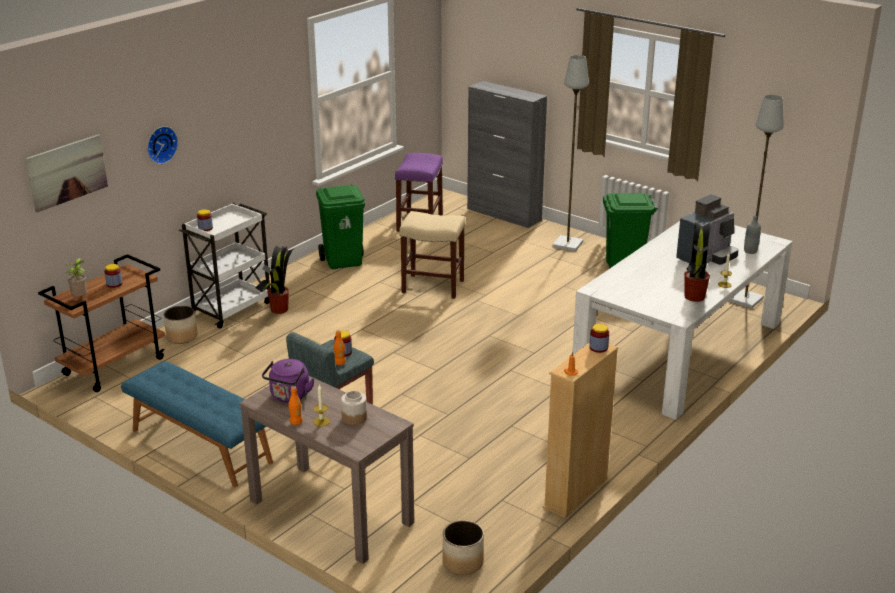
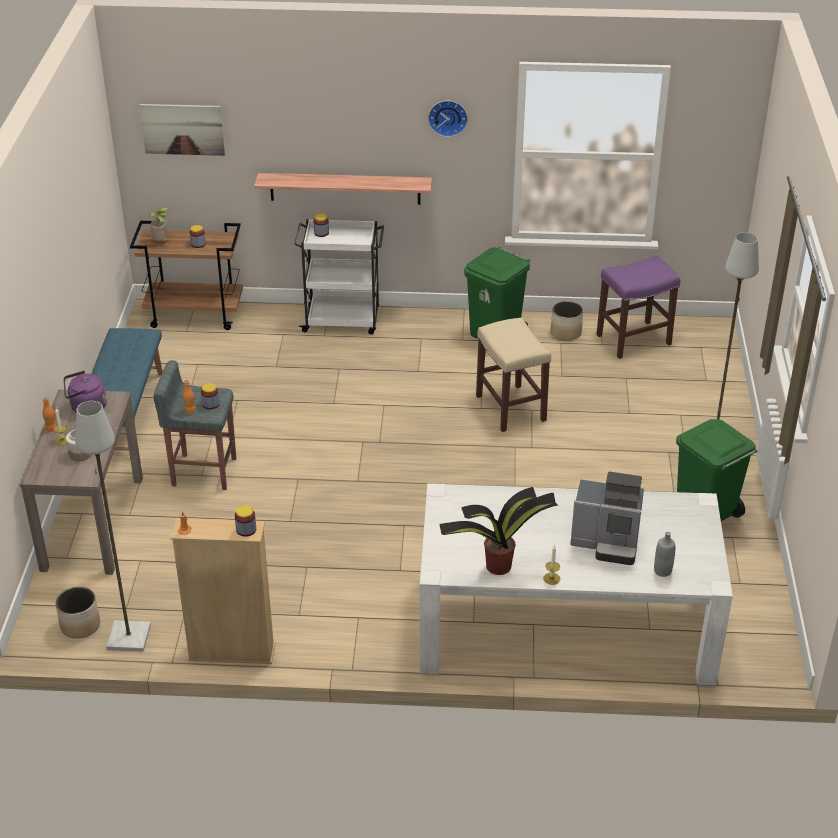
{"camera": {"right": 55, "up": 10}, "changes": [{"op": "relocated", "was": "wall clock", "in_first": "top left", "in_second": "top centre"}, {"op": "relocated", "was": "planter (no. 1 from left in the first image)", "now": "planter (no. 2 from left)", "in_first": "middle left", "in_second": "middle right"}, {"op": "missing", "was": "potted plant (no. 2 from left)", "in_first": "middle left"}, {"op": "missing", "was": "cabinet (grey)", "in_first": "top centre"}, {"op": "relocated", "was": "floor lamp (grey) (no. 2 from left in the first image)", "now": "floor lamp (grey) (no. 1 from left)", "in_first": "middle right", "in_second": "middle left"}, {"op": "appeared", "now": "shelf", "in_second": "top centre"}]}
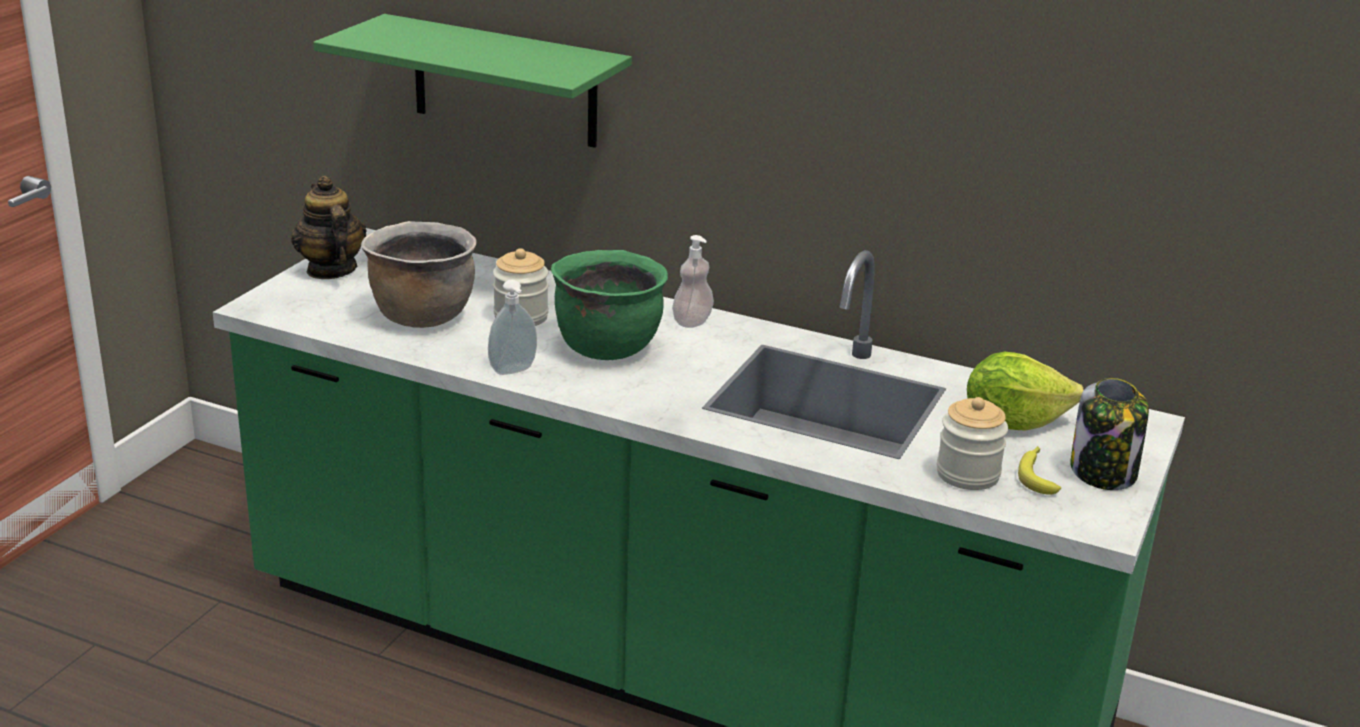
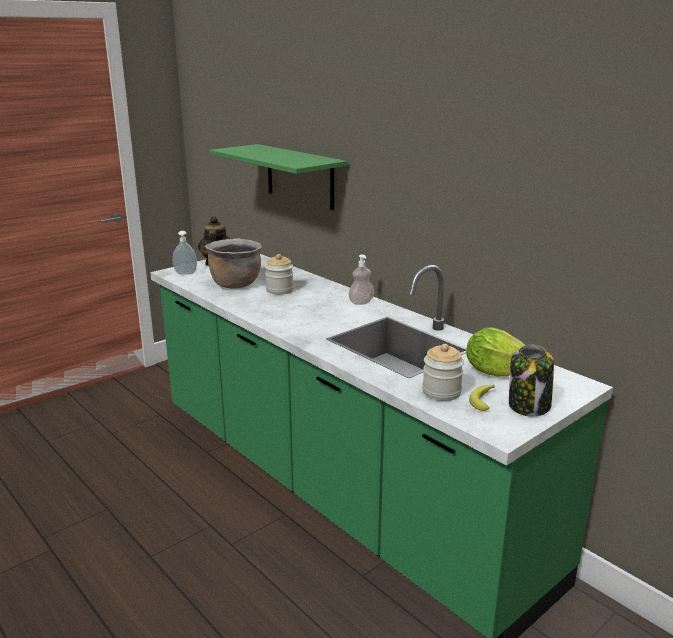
{"camera": {"right": 25, "up": -5}, "changes": [{"op": "relocated", "was": "soap dispenser (no. 1 from left)", "in_first": "centre", "in_second": "middle left"}, {"op": "missing", "was": "cooking pot (green)", "in_first": "centre"}]}
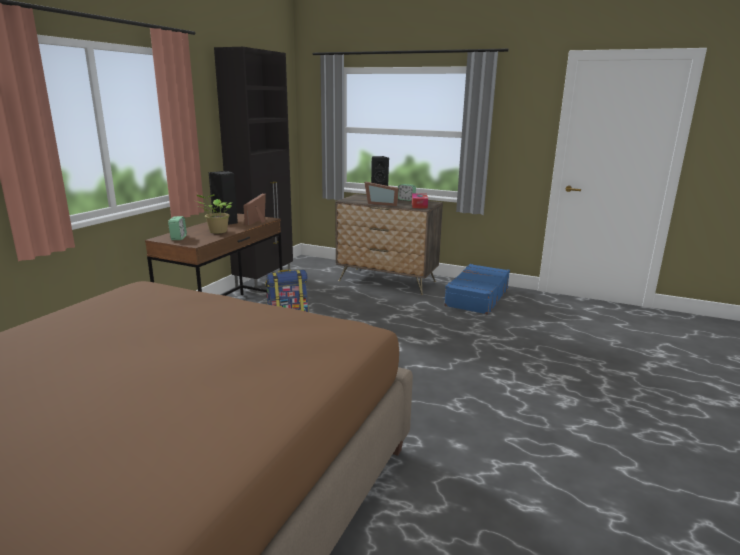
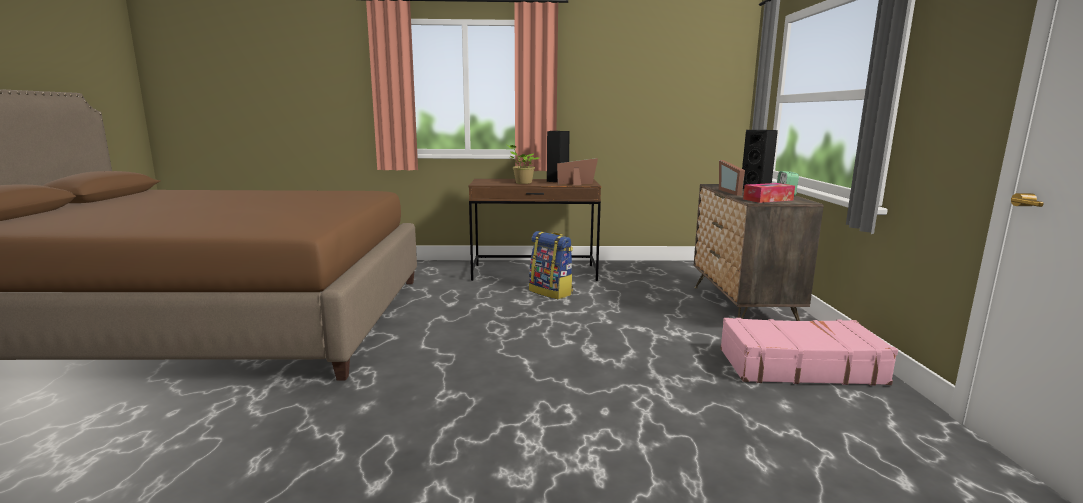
{"camera": {"right": 65, "up": -5}, "changes": [{"op": "missing", "was": "alarm clock (no. 1 from left)", "in_first": "middle left"}, {"op": "missing", "was": "cabinet (black)", "in_first": "top centre"}, {"op": "colour", "was": "suitcase (blue)", "now": "suitcase (pink)", "in_first": "centre", "in_second": "bottom right"}]}
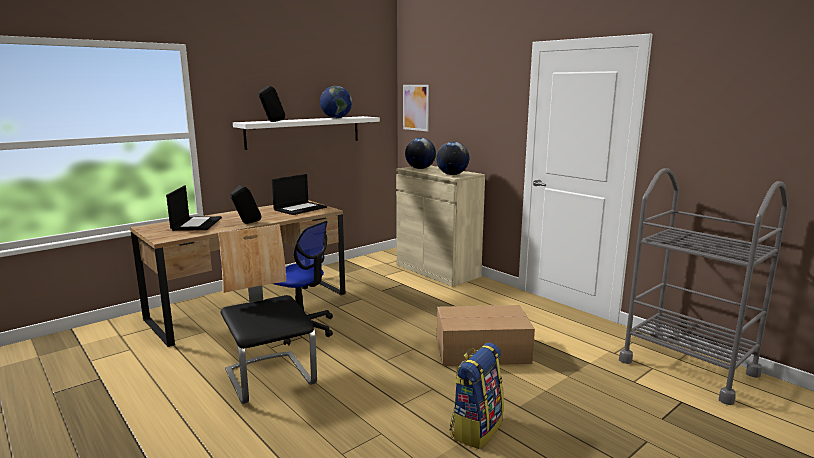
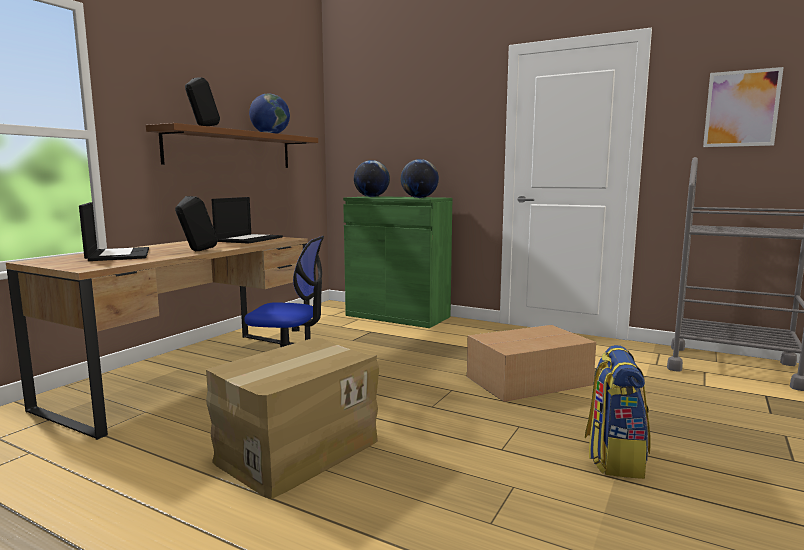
{"camera": {"right": -20, "up": -5}, "changes": [{"op": "exchanged", "was": "chair", "now": "cardboard box (no. 1 from left)", "in_first": "bottom left", "in_second": "bottom centre"}, {"op": "colour", "was": "shelf (white)", "now": "shelf (brown)", "in_first": "top centre", "in_second": "top left"}, {"op": "colour", "was": "cabinet (beige)", "now": "cabinet (green)", "in_first": "centre", "in_second": "centre"}, {"op": "relocated", "was": "picture", "in_first": "top centre", "in_second": "top right"}]}
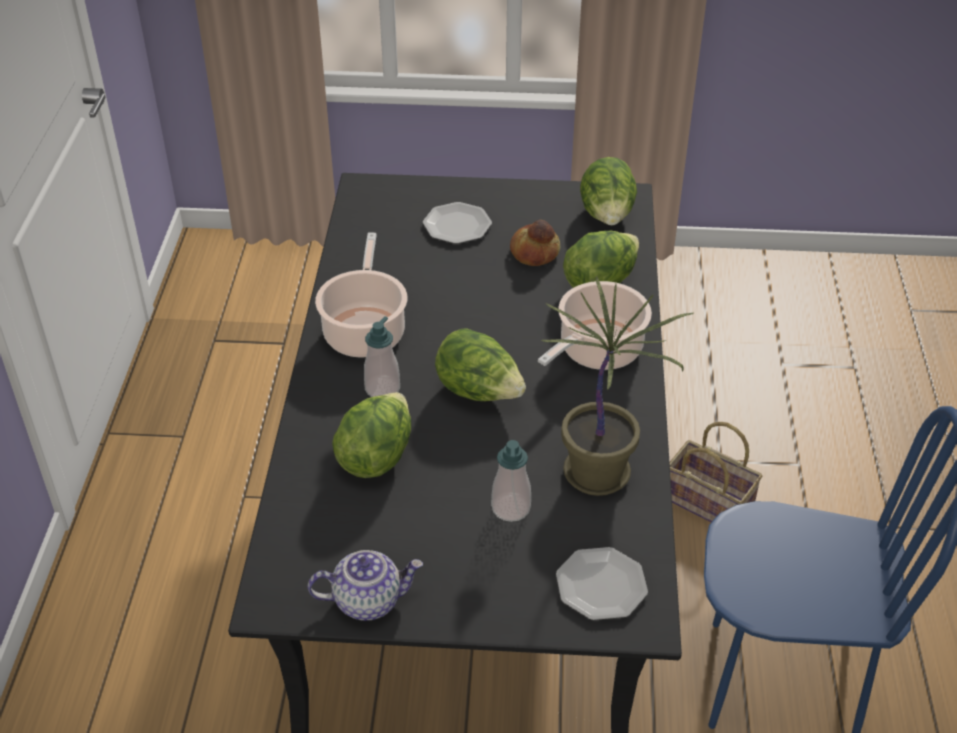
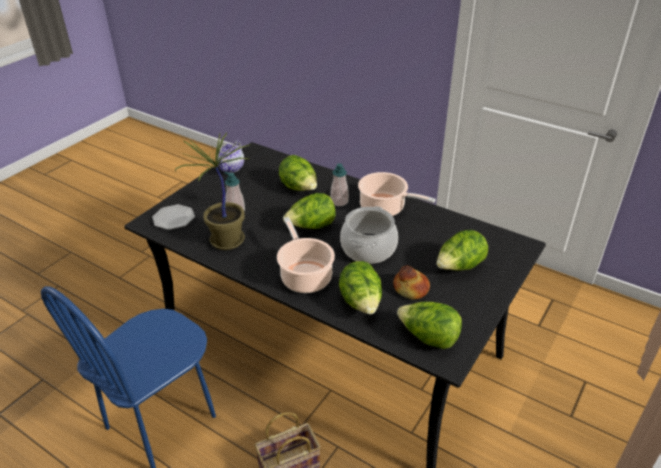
{"camera": {"right": 120, "up": -5}, "changes": [{"op": "exchanged", "was": "plate (no. 1 from left)", "now": "lettuce (no. 5 from left)", "in_first": "top centre", "in_second": "middle right"}, {"op": "appeared", "now": "cooking pot (no. 2 from left)", "in_second": "centre"}]}
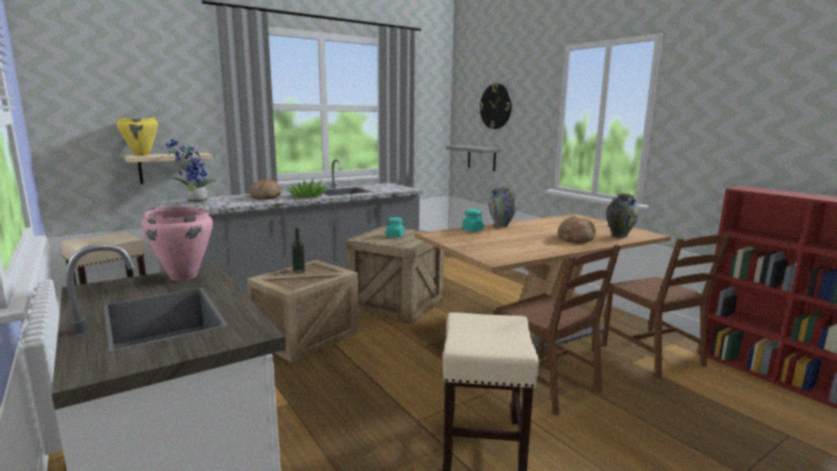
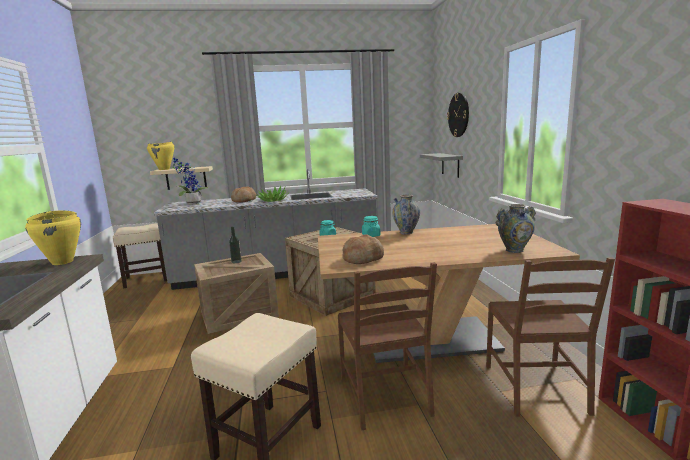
{"camera": {"right": 25, "up": 0}, "changes": [{"op": "colour", "was": "cooking pot (pink)", "now": "cooking pot (yellow) (no. 1 from left)", "in_first": "middle left", "in_second": "middle left"}, {"op": "relocated", "was": "bread (no. 2 from left)", "in_first": "middle right", "in_second": "centre"}]}
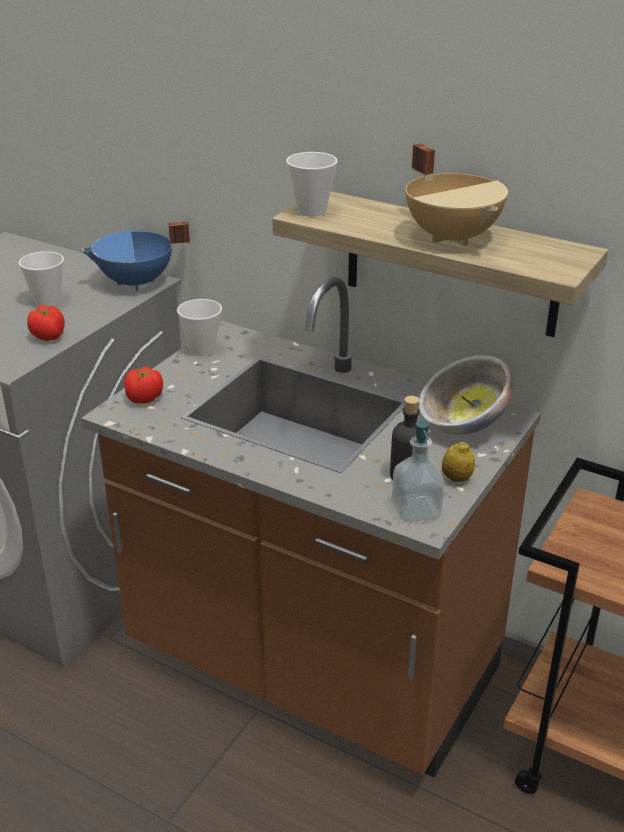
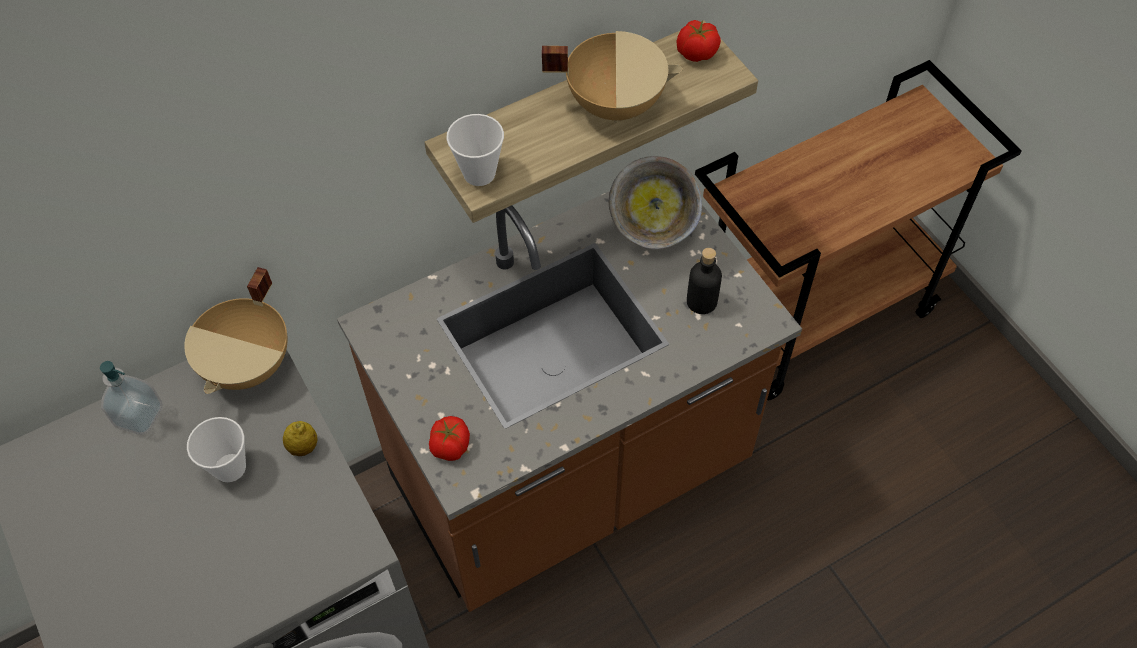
{"camera": {"right": -60, "up": 25}, "changes": [{"op": "relocated", "was": "tomato (no. 1 from left in the first image)", "now": "tomato (no. 2 from left)", "in_first": "middle left", "in_second": "top centre"}, {"op": "colour", "was": "cooking pot (blue)", "now": "cooking pot (beige) (no. 1 from left)", "in_first": "top left", "in_second": "middle left"}, {"op": "missing", "was": "cup (no. 2 from left)", "in_first": "middle left"}, {"op": "relocated", "was": "soap dispenser", "in_first": "middle right", "in_second": "middle left"}, {"op": "relocated", "was": "lemon", "in_first": "middle right", "in_second": "bottom left"}]}
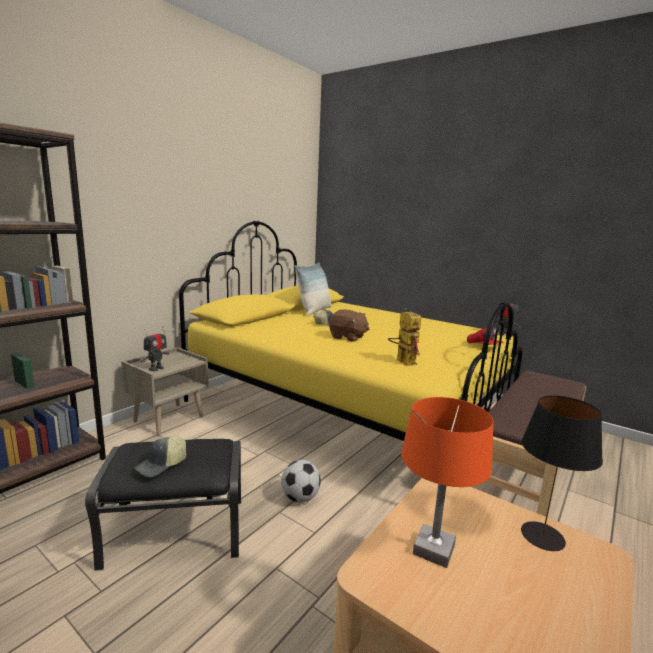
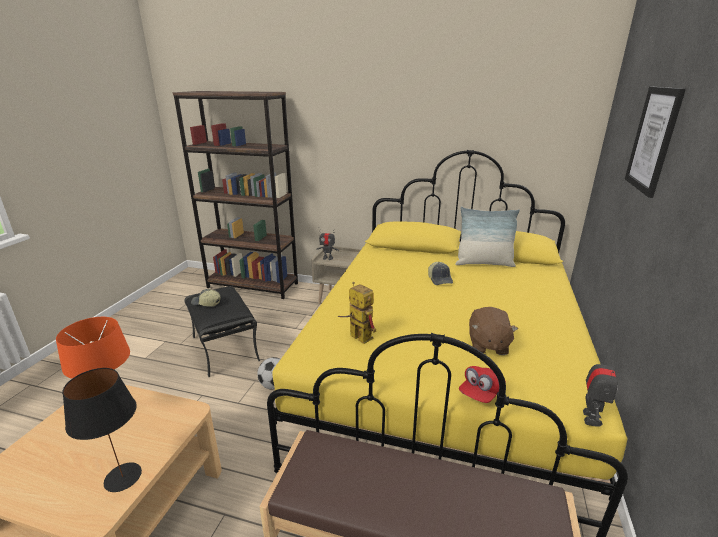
{"camera": {"right": 70, "up": 10}, "changes": [{"op": "relocated", "was": "plush toy (brown)", "in_first": "centre", "in_second": "middle right"}, {"op": "spun", "was": "toy robot (no. 2 from left)", "in_first": "centre", "in_second": "centre", "clockwise": -90}, {"op": "appeared", "now": "picture", "in_second": "top right"}]}
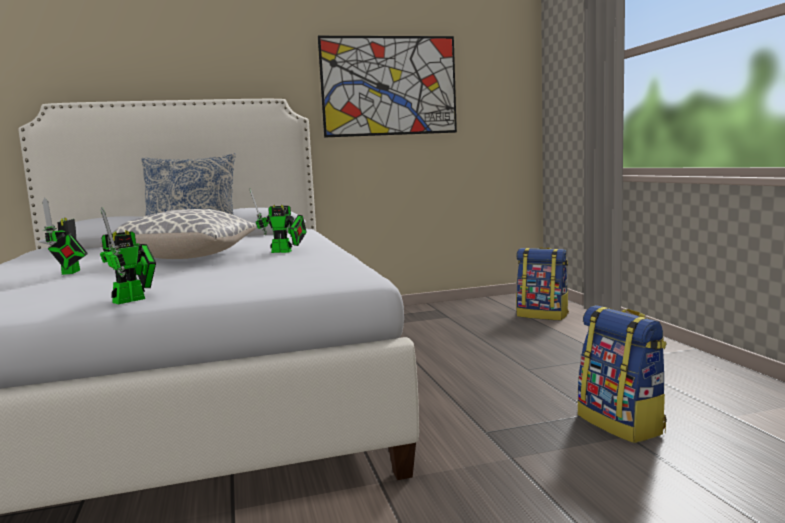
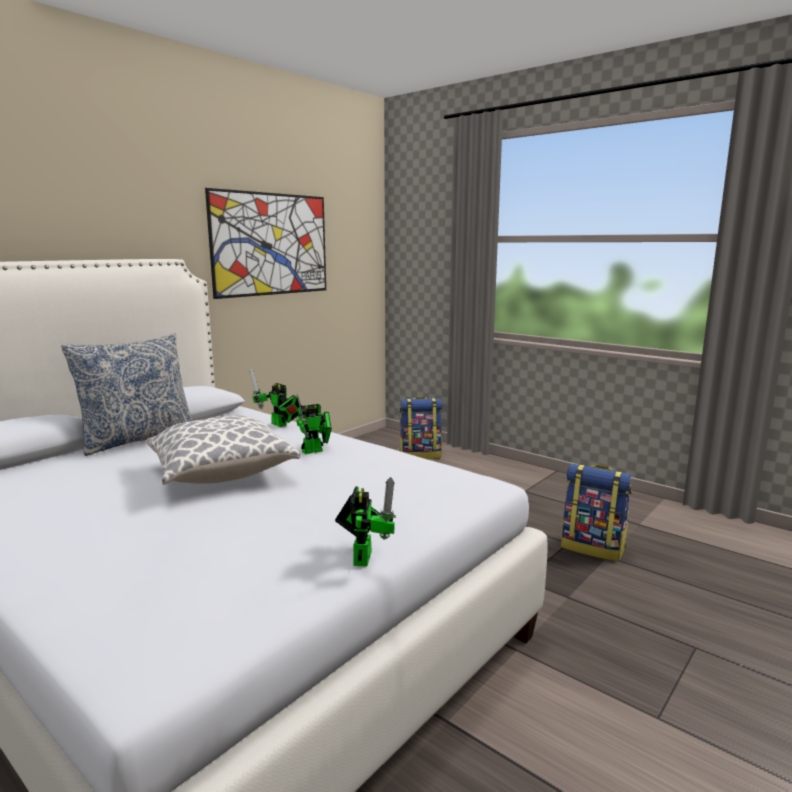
{"camera": {"right": -35, "up": 5}, "changes": [{"op": "relocated", "was": "toy robot (no. 1 from left)", "in_first": "middle left", "in_second": "centre"}]}
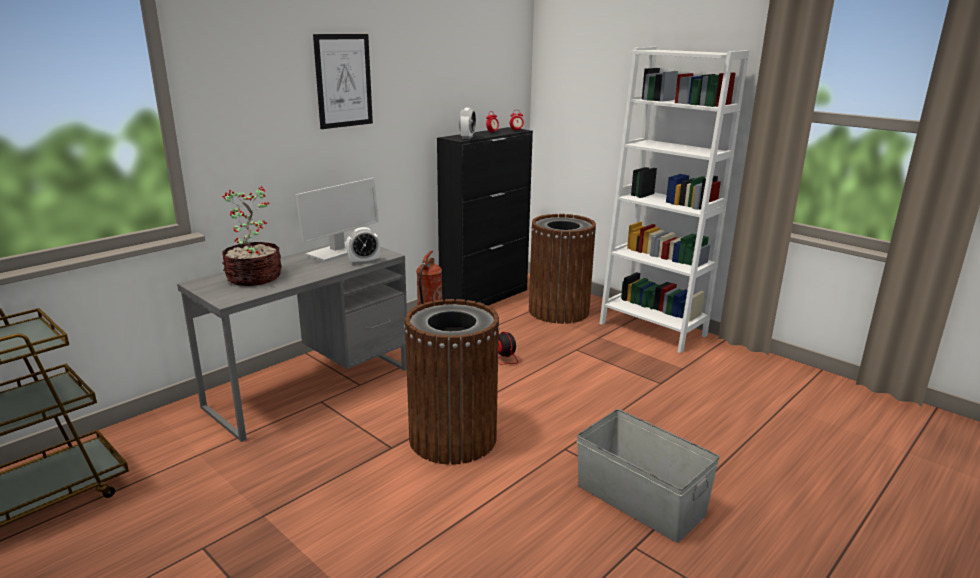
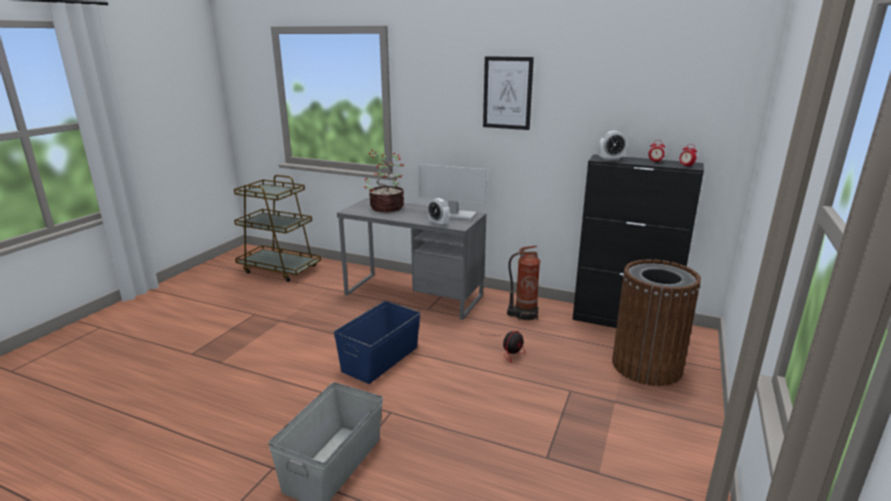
{"camera": {"right": 70, "up": 0}, "changes": [{"op": "exchanged", "was": "trash can (brown) (no. 1 from left)", "now": "storage box (blue)", "in_first": "centre", "in_second": "bottom centre"}, {"op": "missing", "was": "bookcase (white)", "in_first": "middle right"}]}
